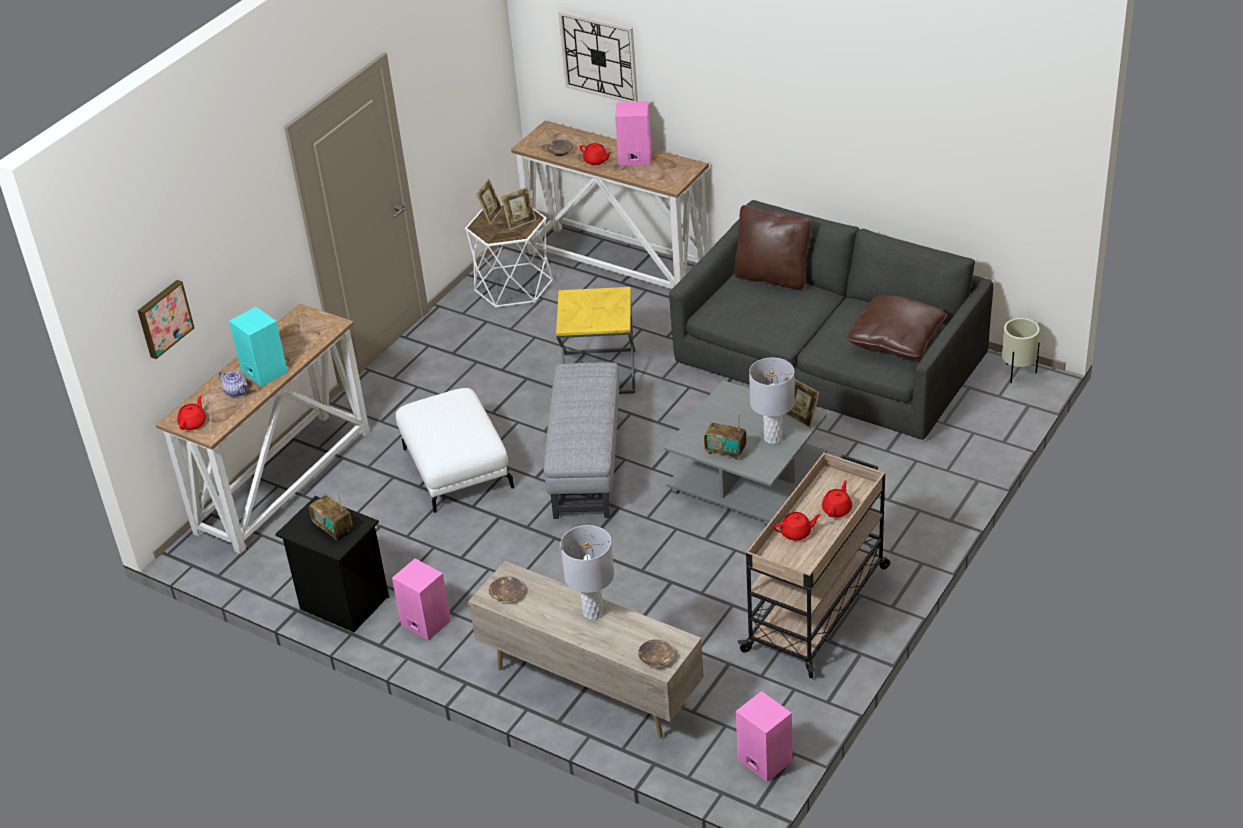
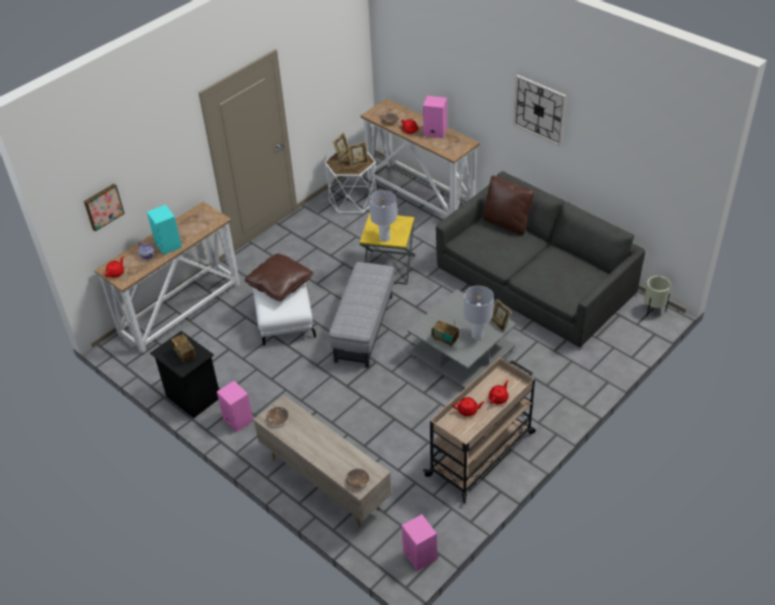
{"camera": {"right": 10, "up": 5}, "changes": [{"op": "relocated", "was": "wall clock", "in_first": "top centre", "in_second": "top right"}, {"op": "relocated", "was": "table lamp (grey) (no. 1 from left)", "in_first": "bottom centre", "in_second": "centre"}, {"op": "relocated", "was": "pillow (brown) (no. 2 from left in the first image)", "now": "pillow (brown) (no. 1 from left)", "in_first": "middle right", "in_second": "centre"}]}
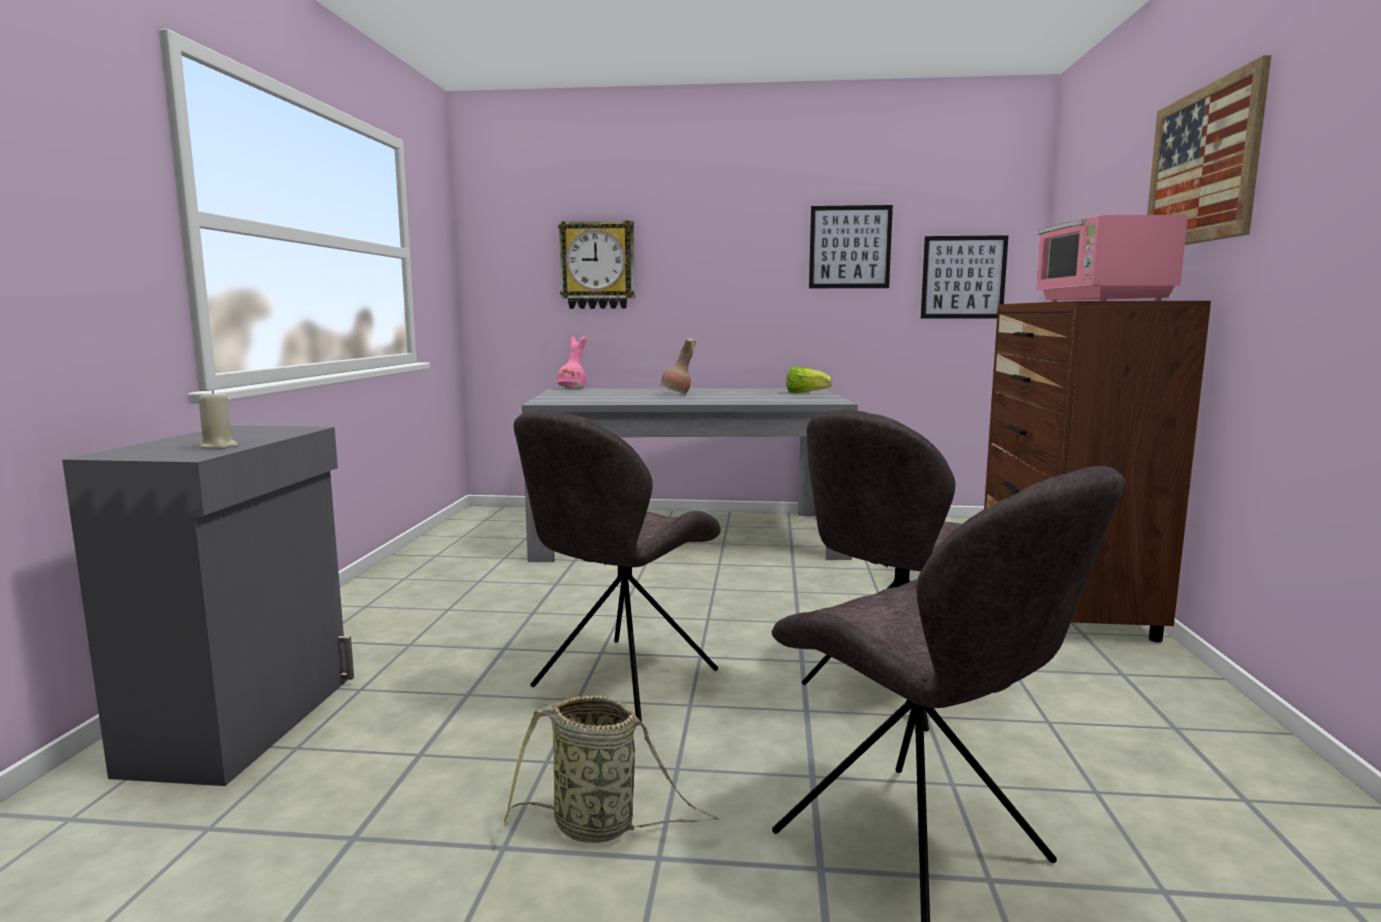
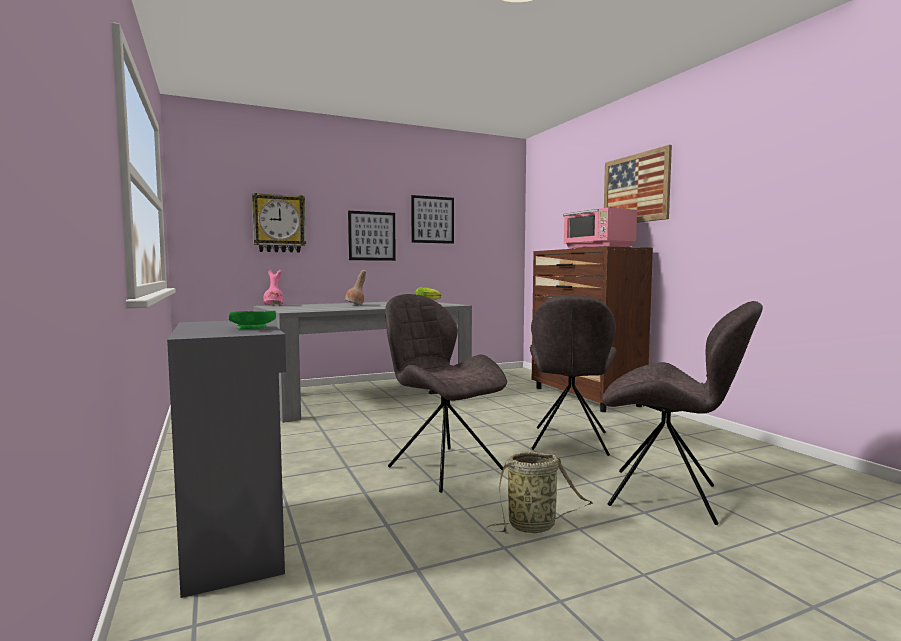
{"camera": {"right": -30, "up": -5}, "changes": [{"op": "exchanged", "was": "candle (beige)", "now": "plate (green)", "in_first": "middle left", "in_second": "middle left"}, {"op": "spun", "was": "chair (grey) (no. 1 from left)", "in_first": "centre", "in_second": "centre", "clockwise": 135}, {"op": "relocated", "was": "picture (no. 2 from left in the first image)", "now": "picture (no. 1 from left)", "in_first": "top right", "in_second": "centre"}]}
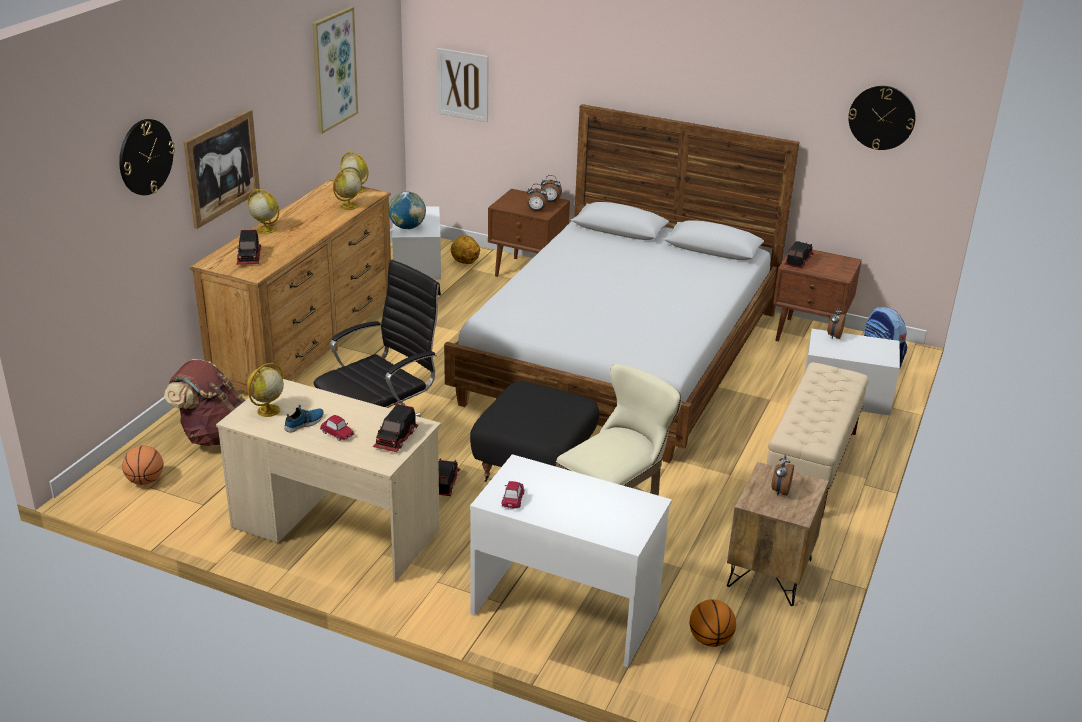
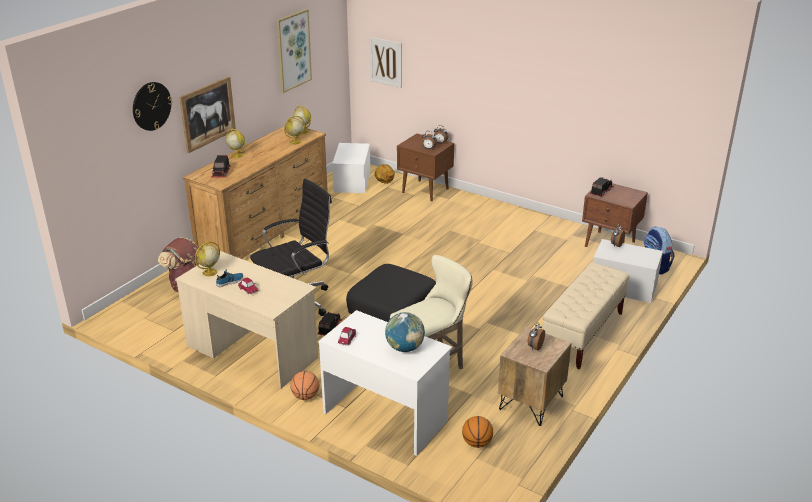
{"camera": {"right": 10, "up": 0}, "changes": [{"op": "relocated", "was": "basketball (no. 1 from left)", "in_first": "middle left", "in_second": "bottom centre"}, {"op": "missing", "was": "toy truck (no. 2 from left)", "in_first": "centre"}, {"op": "relocated", "was": "globe (no. 5 from left)", "in_first": "top centre", "in_second": "centre"}, {"op": "missing", "was": "bed", "in_first": "centre"}, {"op": "missing", "was": "wall clock (no. 2 from left)", "in_first": "top right"}]}
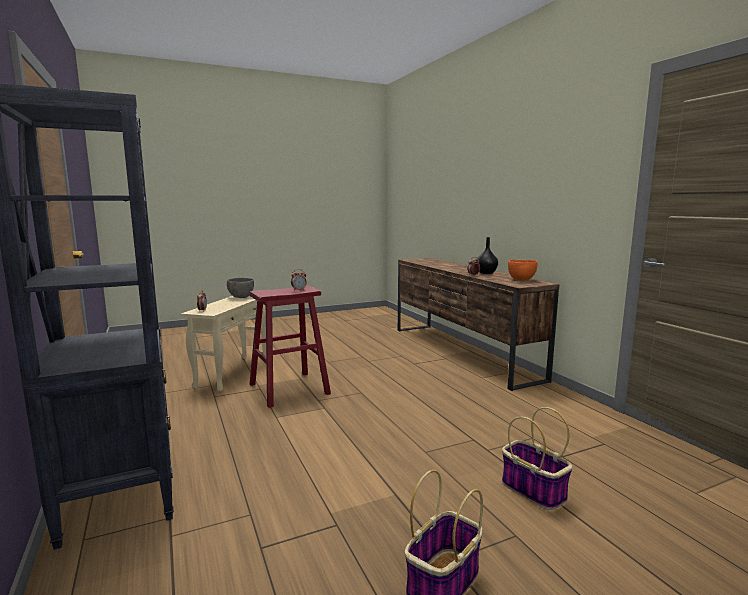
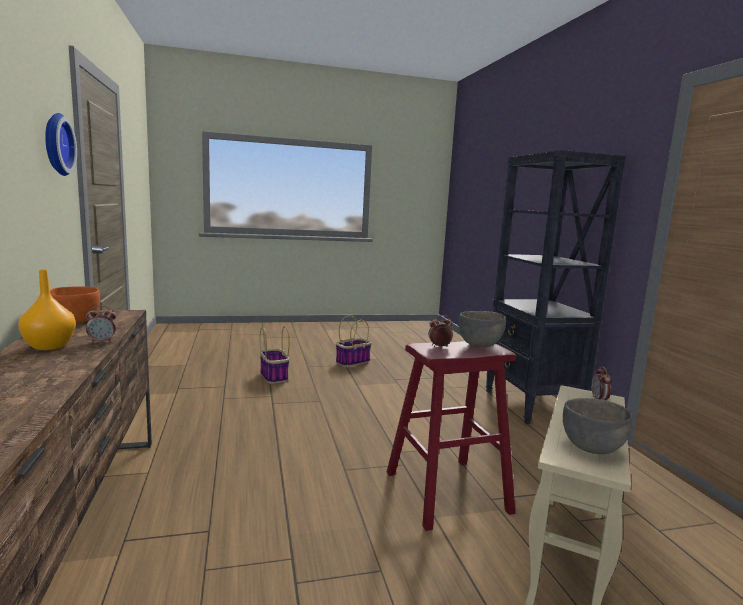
{"camera": {"right": -170, "up": 0}, "changes": [{"op": "colour", "was": "vase (black)", "now": "vase (orange)", "in_first": "centre", "in_second": "middle left"}, {"op": "appeared", "now": "wall clock", "in_second": "top left"}, {"op": "appeared", "now": "bowl (grey) (no. 1 from left)", "in_second": "centre"}]}
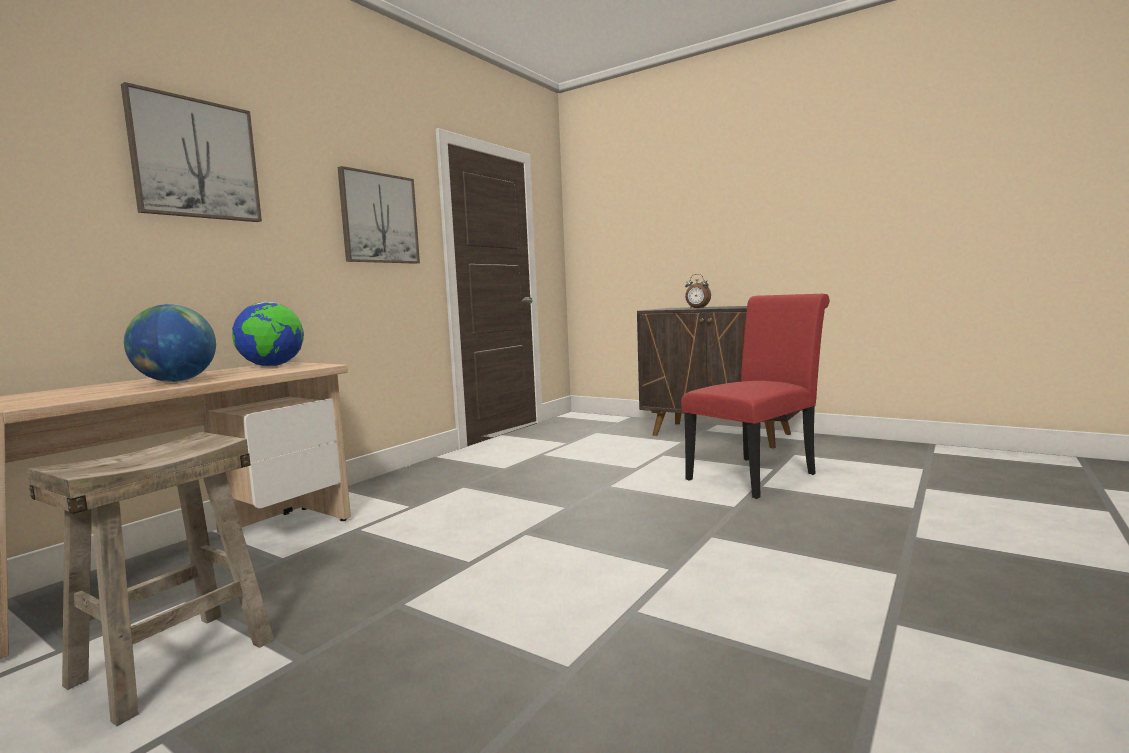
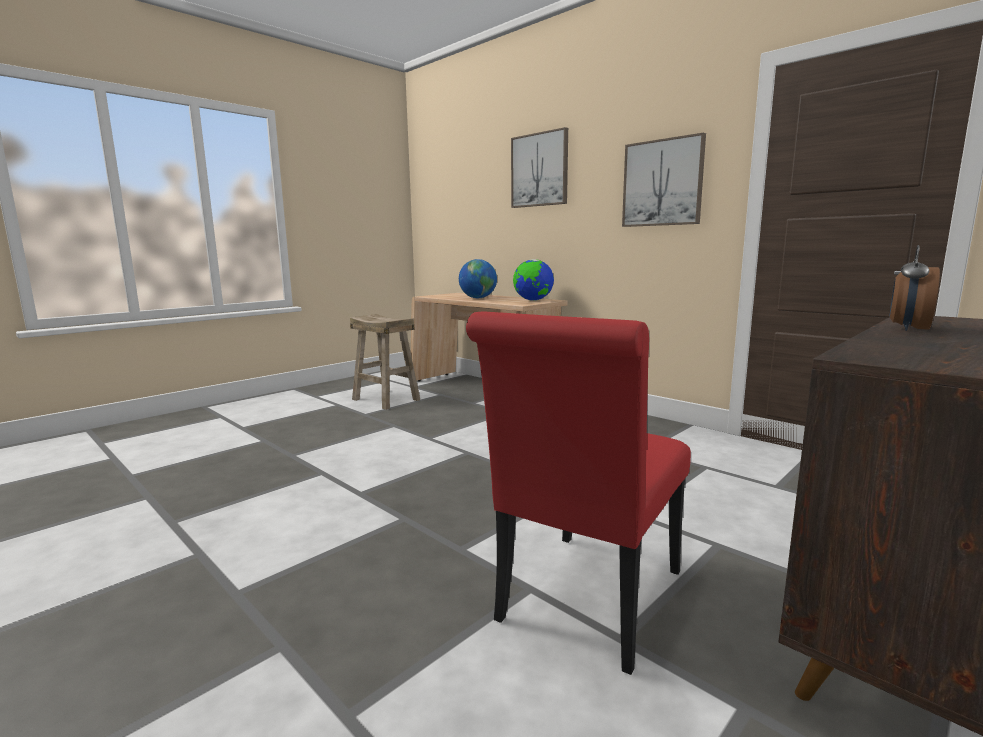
{"camera": {"right": 100, "up": 5}, "changes": [{"op": "spun", "was": "chair (red)", "in_first": "middle right", "in_second": "bottom centre", "clockwise": 60}]}
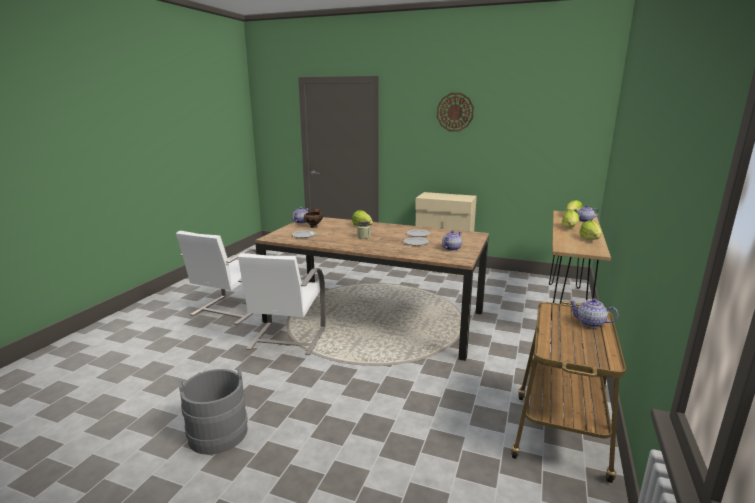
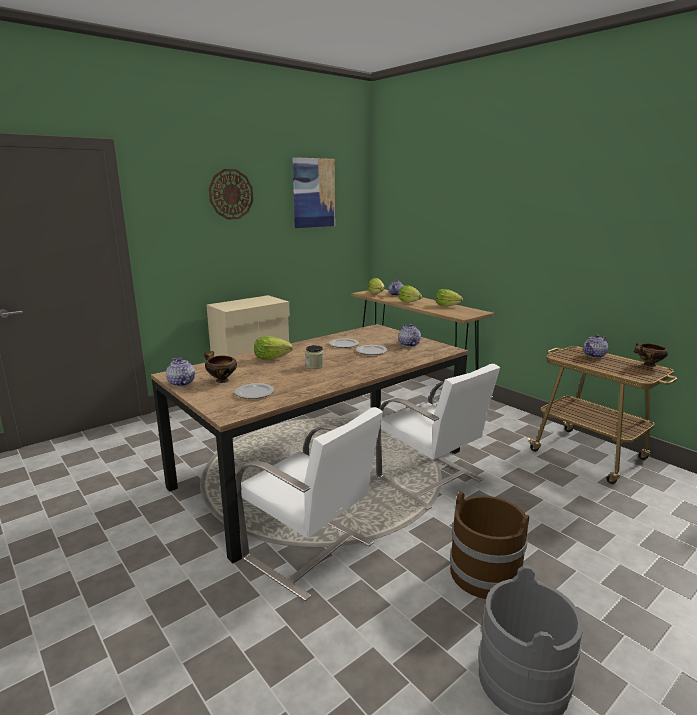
{"camera": {"right": -60, "up": 0}, "changes": [{"op": "relocated", "was": "chair (white) (no. 1 from left in the first image)", "now": "chair (white) (no. 2 from left)", "in_first": "middle left", "in_second": "centre"}, {"op": "appeared", "now": "picture", "in_second": "top centre"}, {"op": "appeared", "now": "bucket (brown)", "in_second": "bottom right"}, {"op": "appeared", "now": "bowl (no. 2 from left)", "in_second": "middle right"}]}
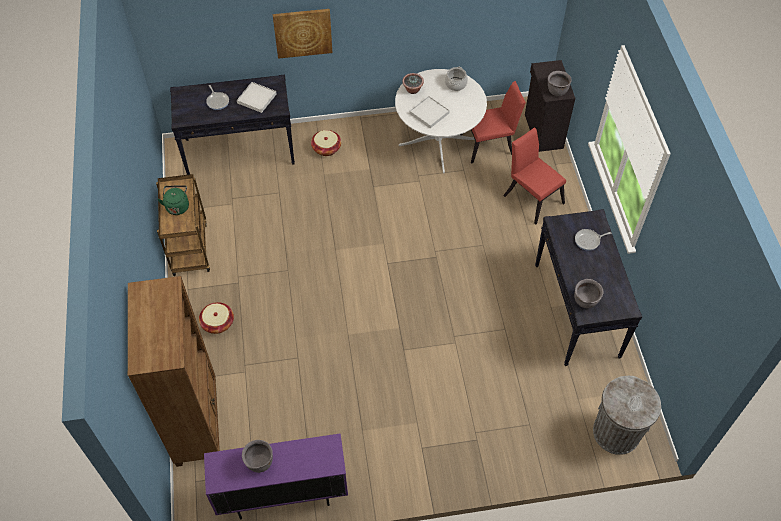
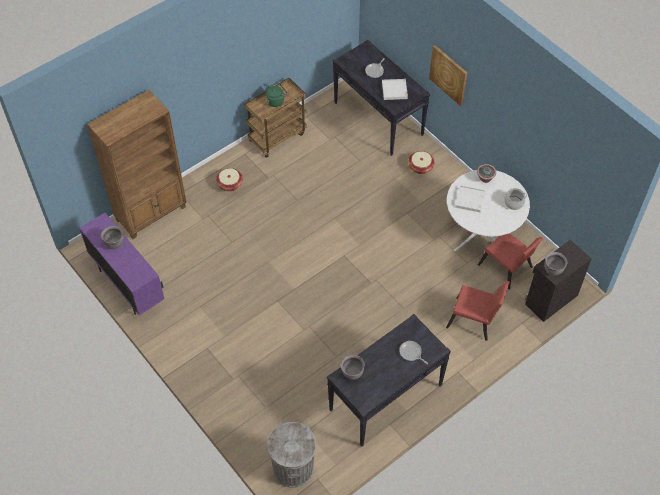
{"camera": {"right": 60, "up": 0}, "changes": [{"op": "spun", "was": "chair (red) (no. 2 from left in the first image)", "in_first": "middle right", "in_second": "middle right", "clockwise": 90}]}
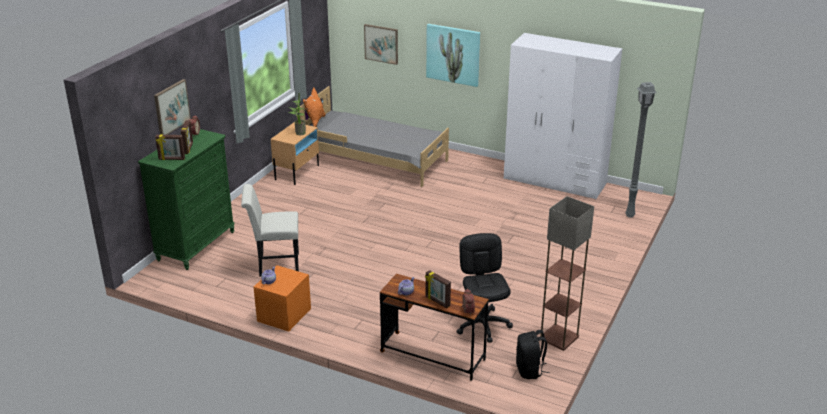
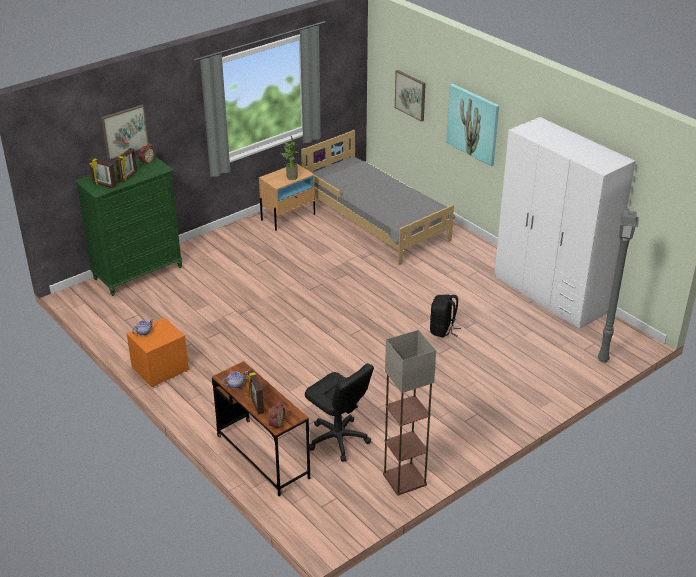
{"camera": {"right": 25, "up": 5}, "changes": [{"op": "missing", "was": "chair (white)", "in_first": "middle left"}, {"op": "missing", "was": "pillow (orange)", "in_first": "top centre"}, {"op": "spun", "was": "office chair (black)", "in_first": "bottom centre", "in_second": "bottom centre", "clockwise": 120}, {"op": "relocated", "was": "backpack (black)", "in_first": "bottom centre", "in_second": "centre"}]}
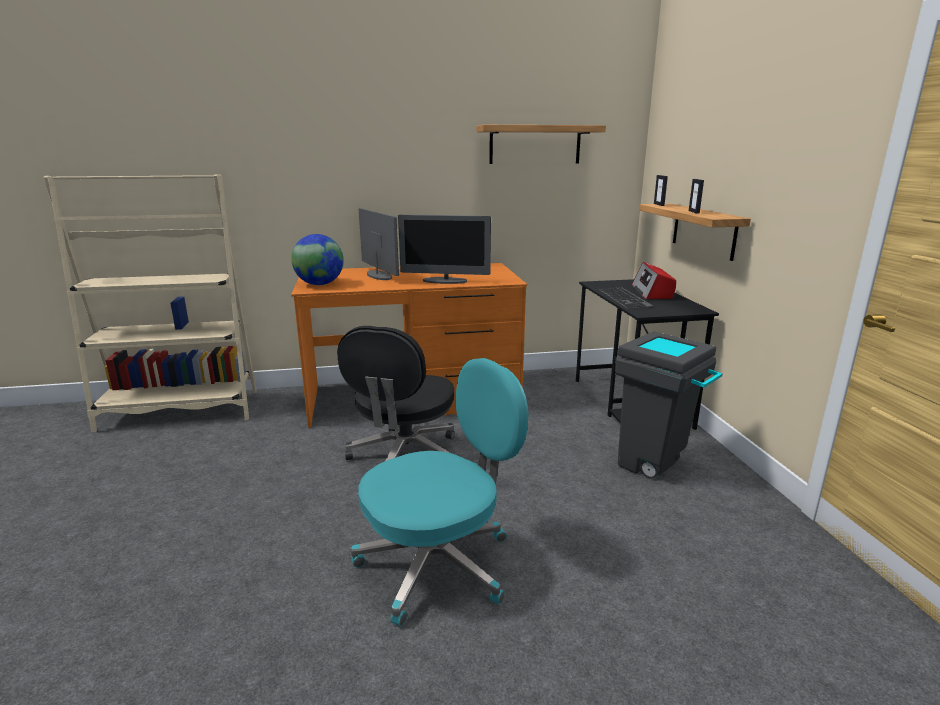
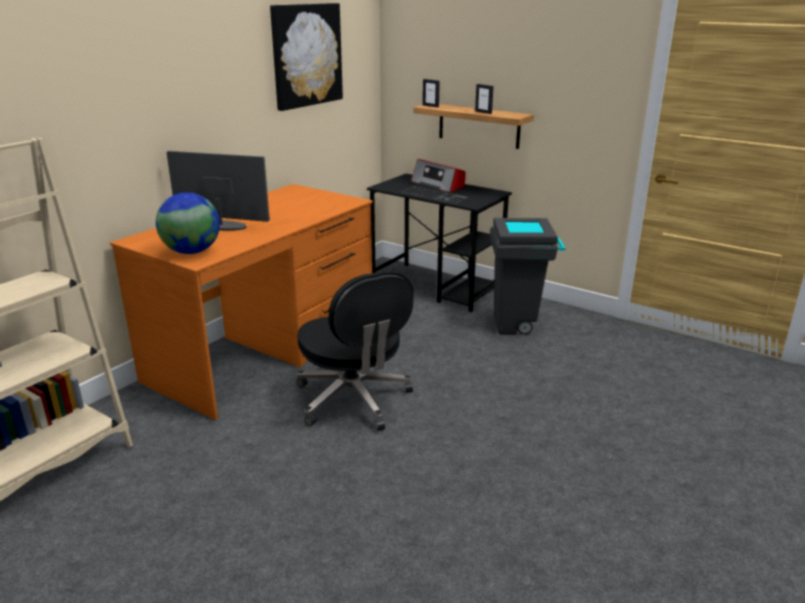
{"camera": {"right": -45, "up": 5}, "changes": [{"op": "missing", "was": "office chair (turquoise)", "in_first": "bottom centre"}, {"op": "missing", "was": "monitor (no. 2 from left)", "in_first": "centre"}, {"op": "exchanged", "was": "shelf (no. 1 from left)", "now": "picture", "in_first": "top centre", "in_second": "top centre"}]}
